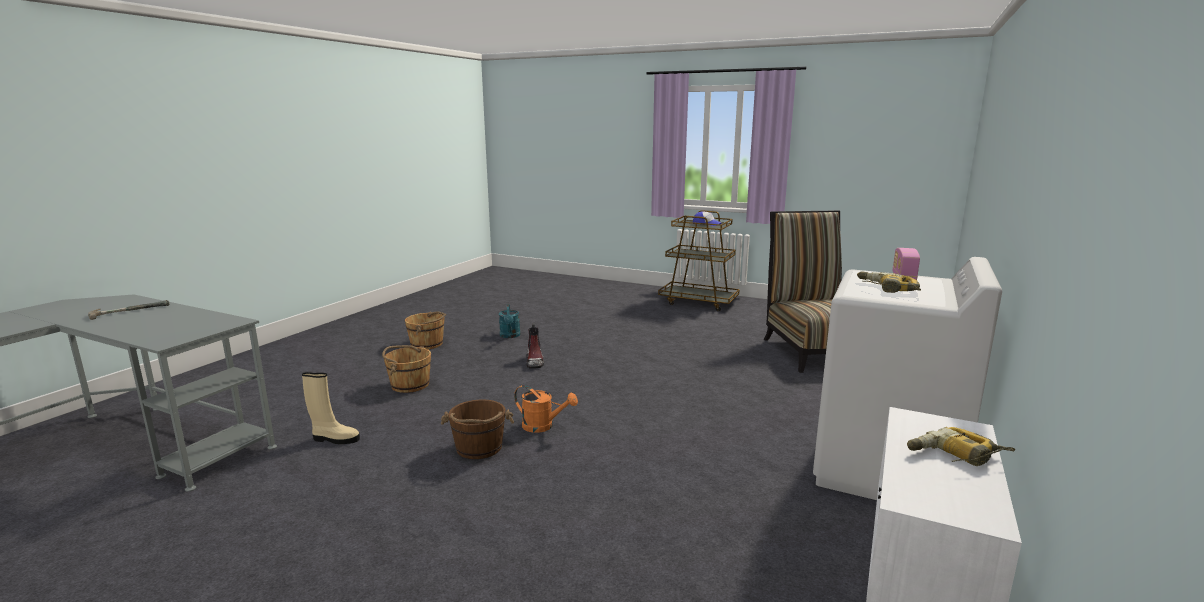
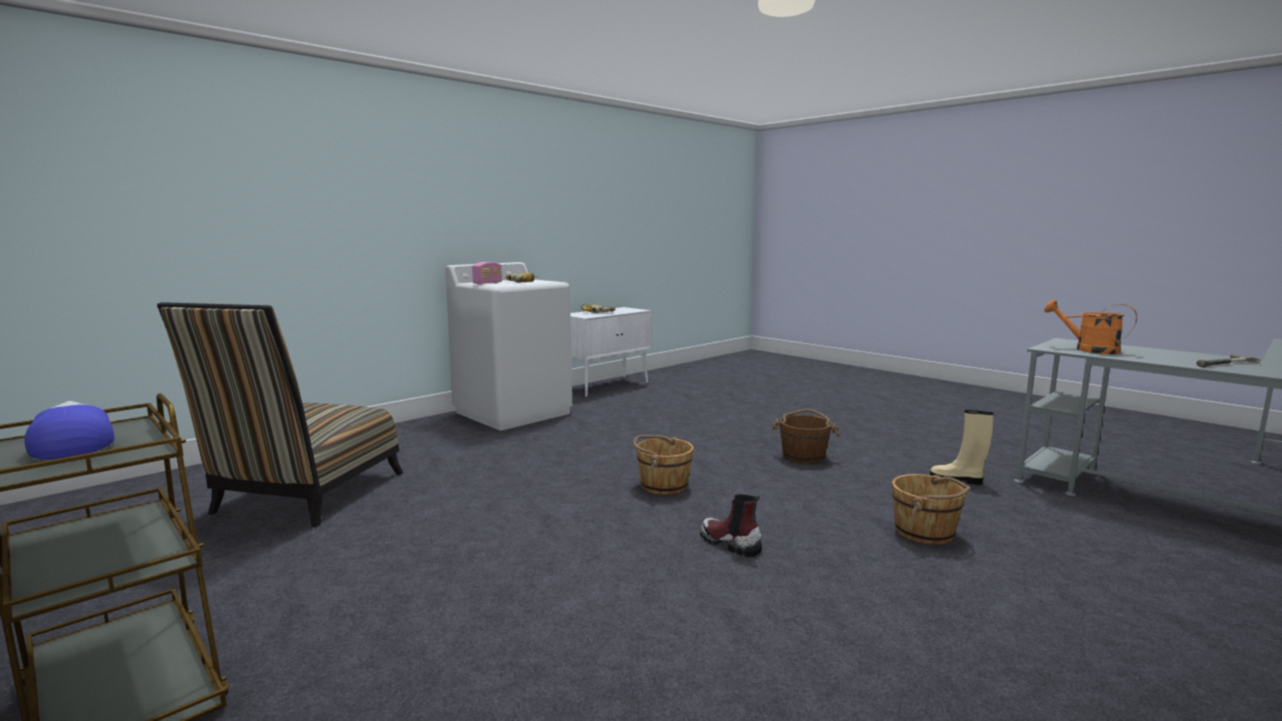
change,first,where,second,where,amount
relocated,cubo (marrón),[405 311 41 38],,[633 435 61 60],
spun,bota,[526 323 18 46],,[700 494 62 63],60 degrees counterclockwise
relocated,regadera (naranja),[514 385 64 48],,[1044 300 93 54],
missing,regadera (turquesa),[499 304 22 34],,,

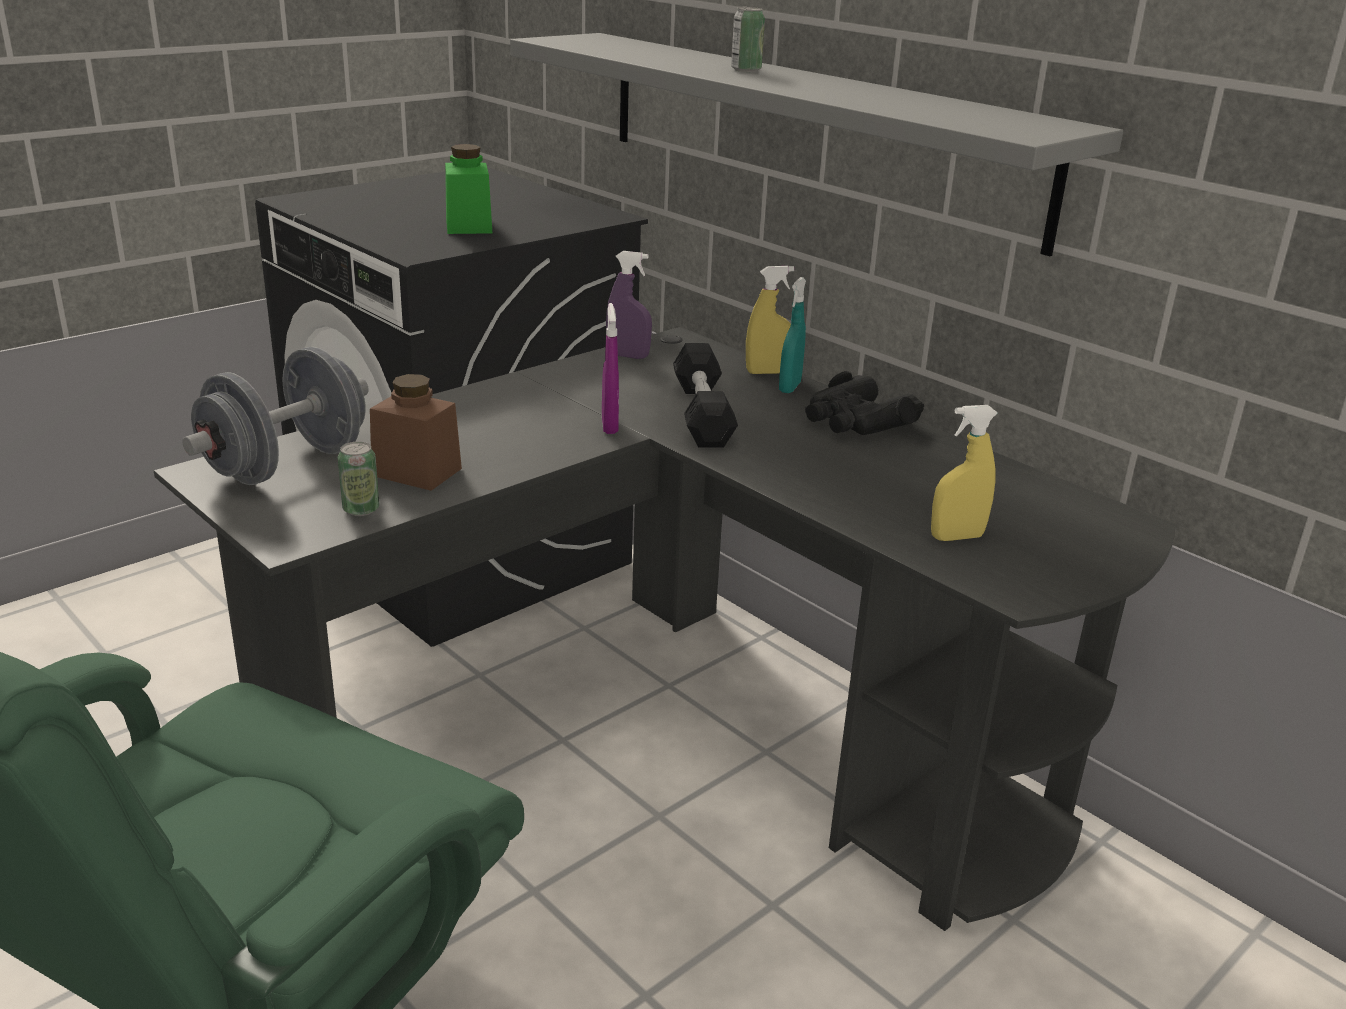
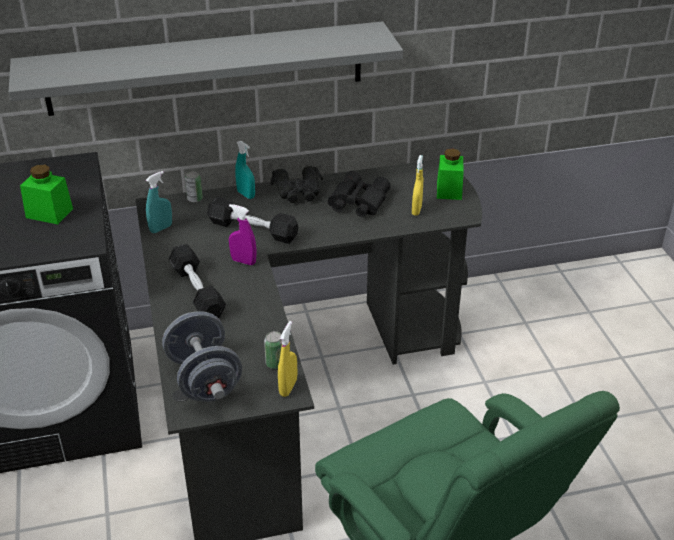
change,first,where,second,where,amount
colour,pulverizador (morado),[606 251 46 108],pulverizador (turquesa),[146 171 26 62],
appeared,,,mancuerna (negro),[168 244 58 74],
relocated,lata,[731 7 34 65],,[185 171 18 32],
relocated,pulverizador (amarillo),[746 266 48 108],,[278 321 19 76],
appeared,,,prismáticos (negro),[328 171 63 46],
appeared,,,tarro (verde),[437 148 27 52],
missing,tarro (marrón),[370 374 92 117],,,

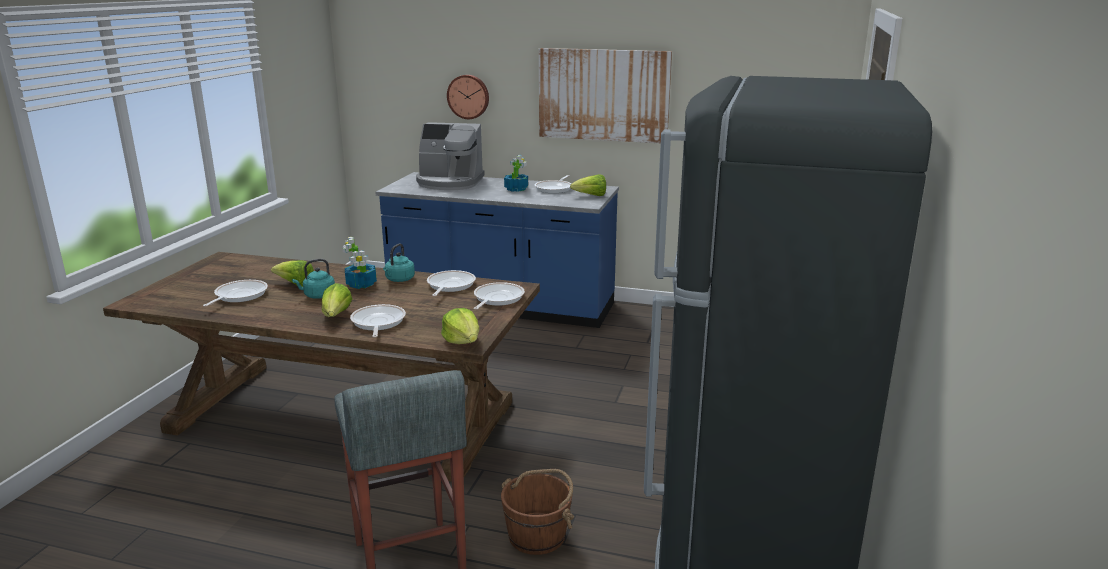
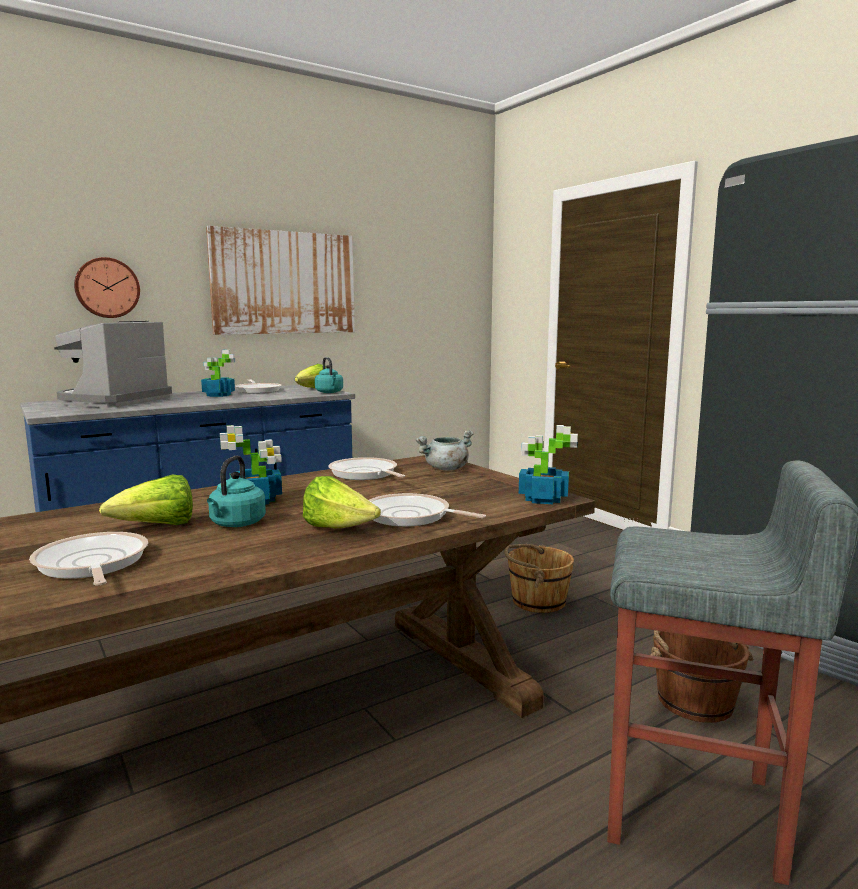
change,first,where,second,where,amount
spun,cafetera,[416 122 69 68],,[54 321 118 87],150 degrees clockwise
relocated,hervidor (turquesa),[383 244 32 38],,[315 357 28 36],
exchanged,sartén,[474 282 51 28],olla (gris),[415 430 59 41],
appeared,,,cubo (marrón),[504 544 70 69],
exchanged,lechuga,[441 308 38 36],planta en maceta,[519 425 59 79],

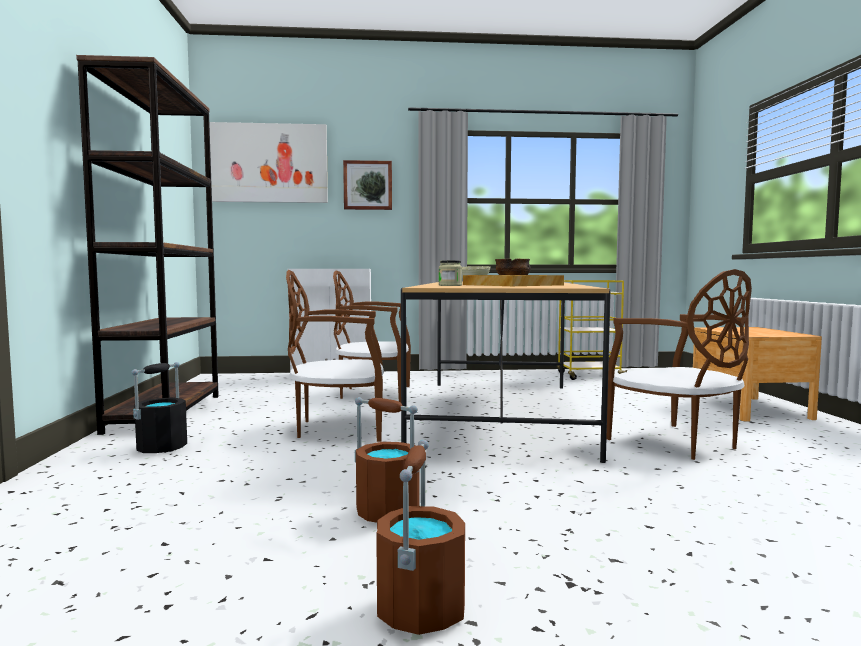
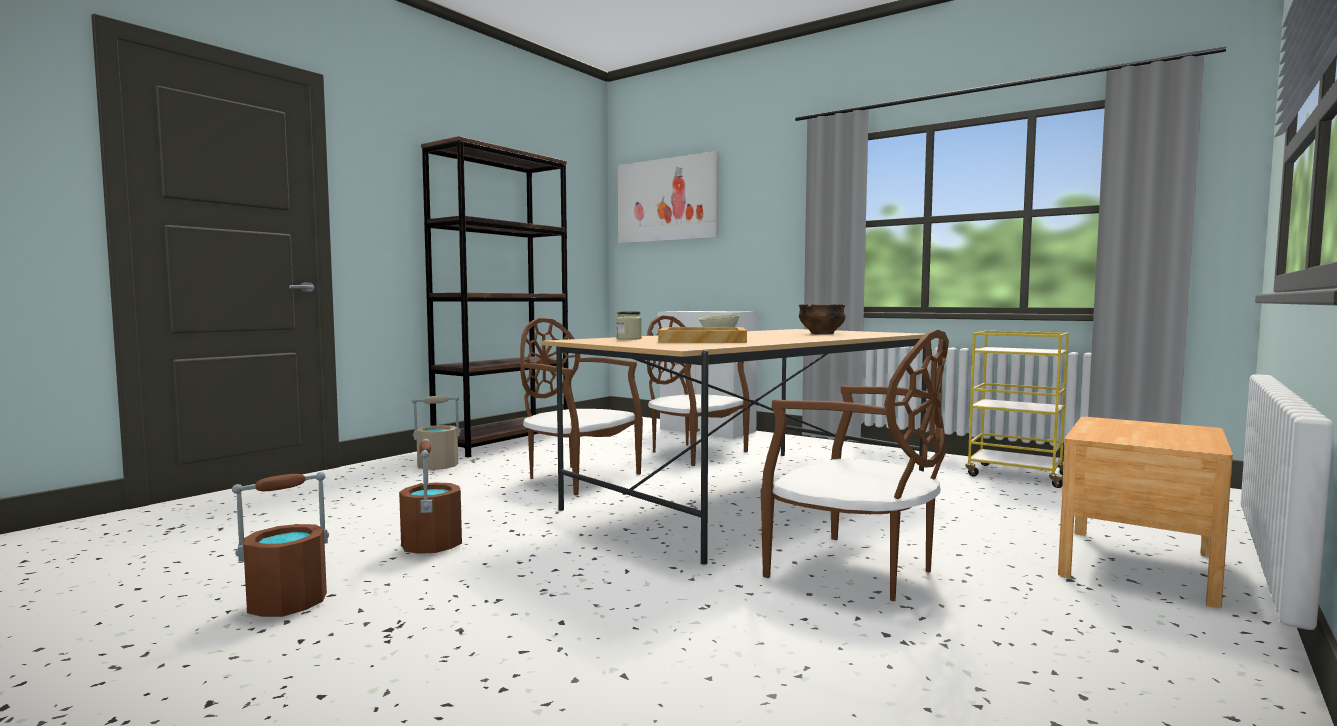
change,first,where,second,where,amount
colour,cubo (negro),[131 362 56 91],cubo (beis),[412 396 49 74],
spun,silla (marrón),[606 269 146 191],,[761 330 188 271],60 degrees counterclockwise
missing,cuadro,[343 160 49 50],,,

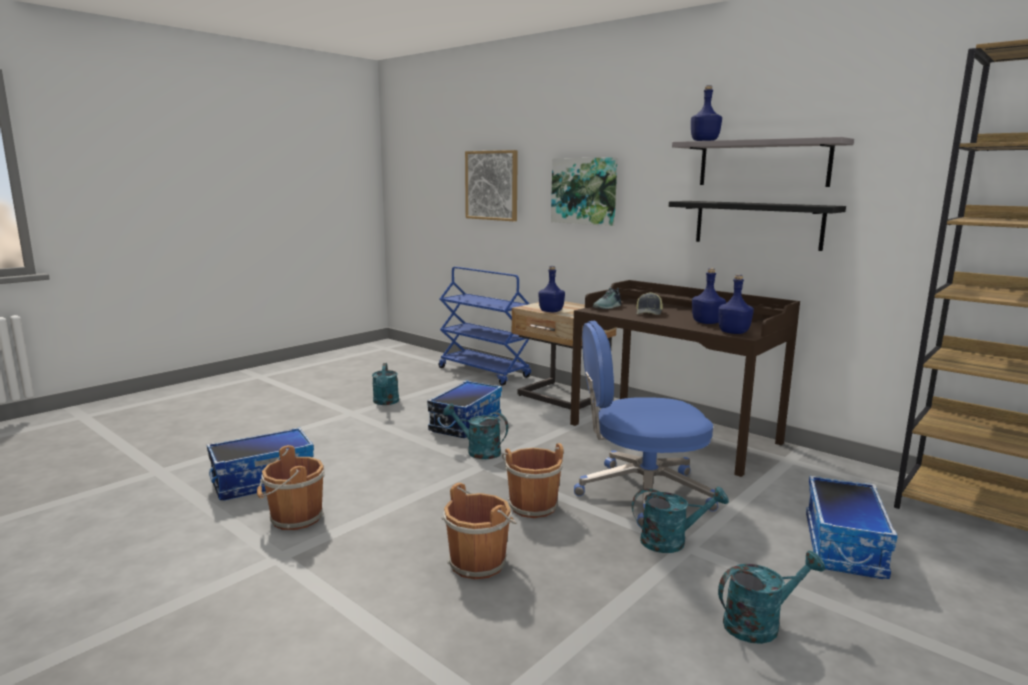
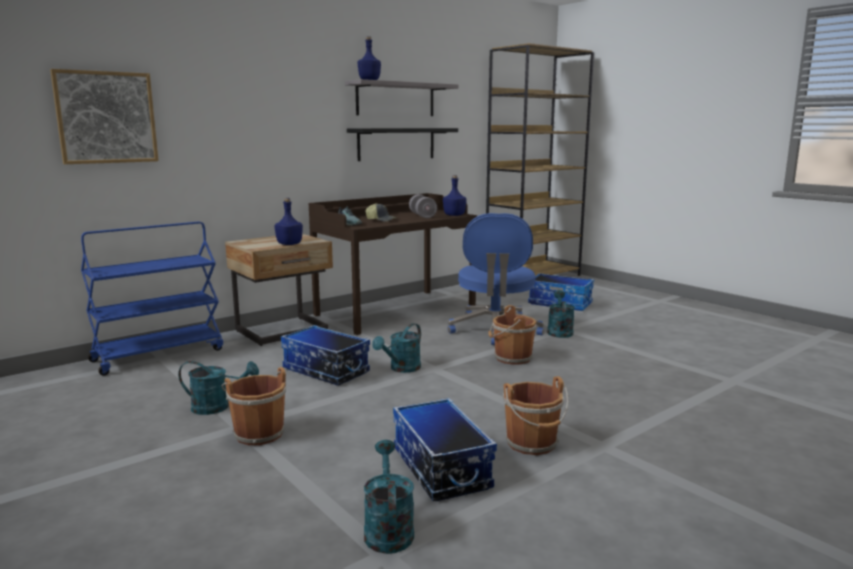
change,first,where,second,where,amount
relocated,cubo (marrón),[441 483 76 97],,[221 367 65 78],
relocated,regadera (turquesa),[718 550 107 94],,[364 440 50 114],
exchanged,botella (azul),[692 268 34 56],mancuerna (gris),[409 194 28 24],
missing,cuadro,[551 157 67 69],,,

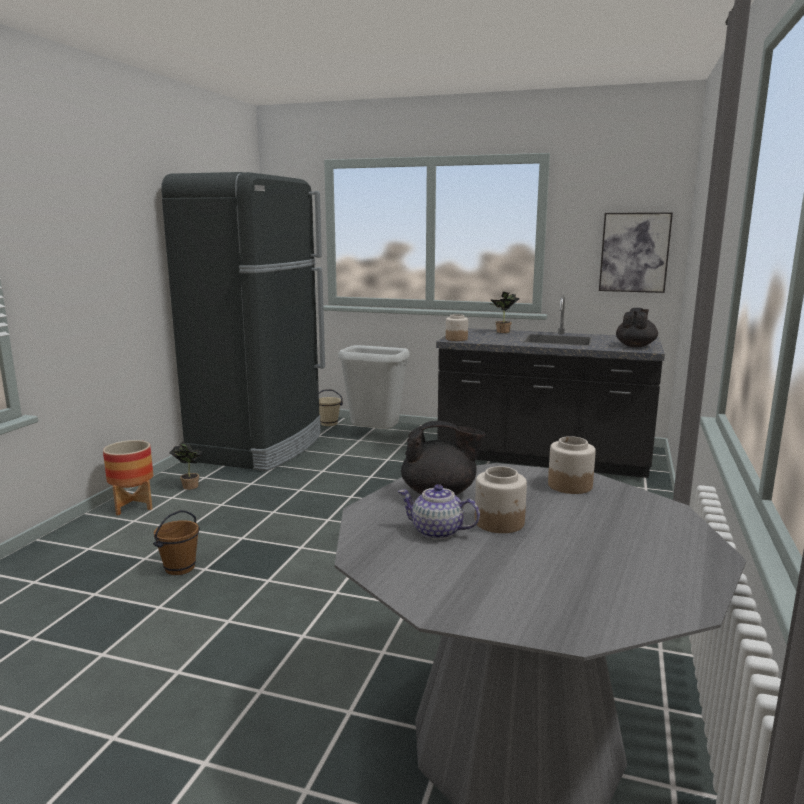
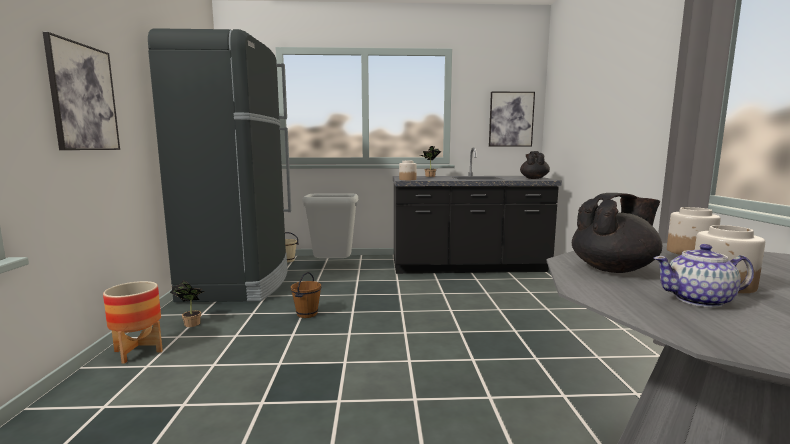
change,first,where,second,where,amount
appeared,,,cuadro,[43 32 77 118],
relocated,cubo (marrón),[153 510 47 65],,[291 272 30 46],

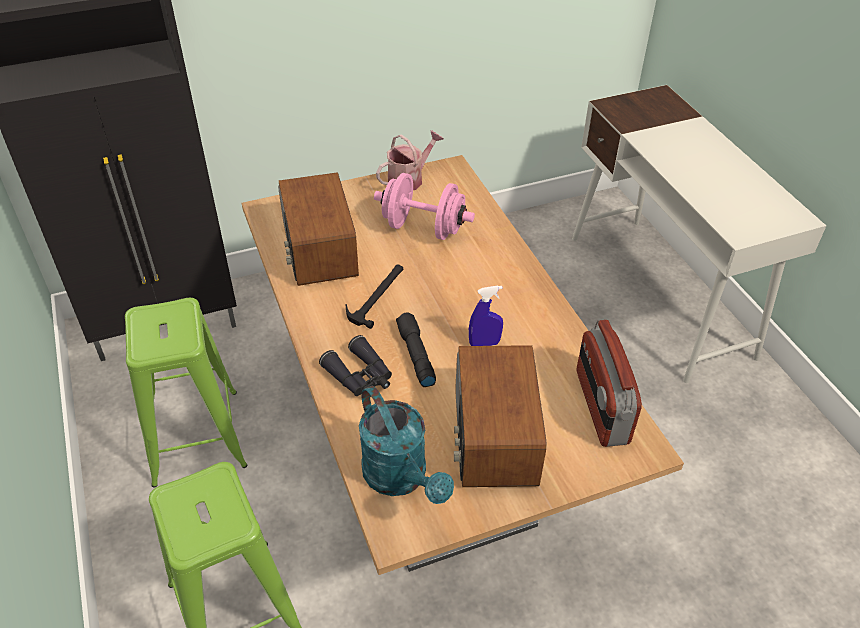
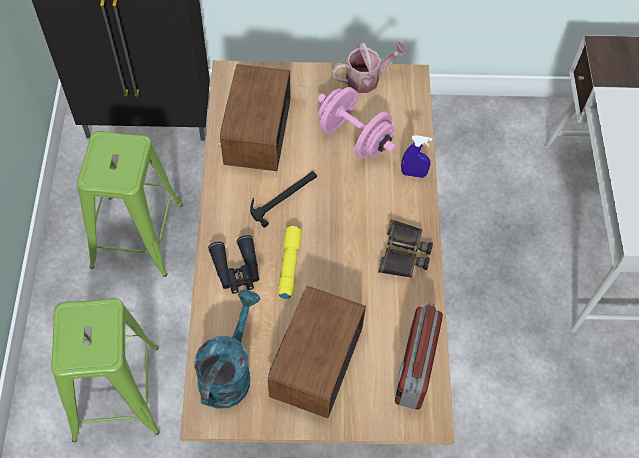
change,first,where,second,where,amount
spun,regadera (turquesa),[359 386 95 118],,[194 290 66 119],150 degrees counterclockwise
colour,linterna (negro),[396 312 40 75],linterna (amarillo),[278 226 24 74],
appeared,,,prismáticos,[378 219 55 59],
relocated,pulverizador (azul),[469 286 34 60],,[401 135 31 43],

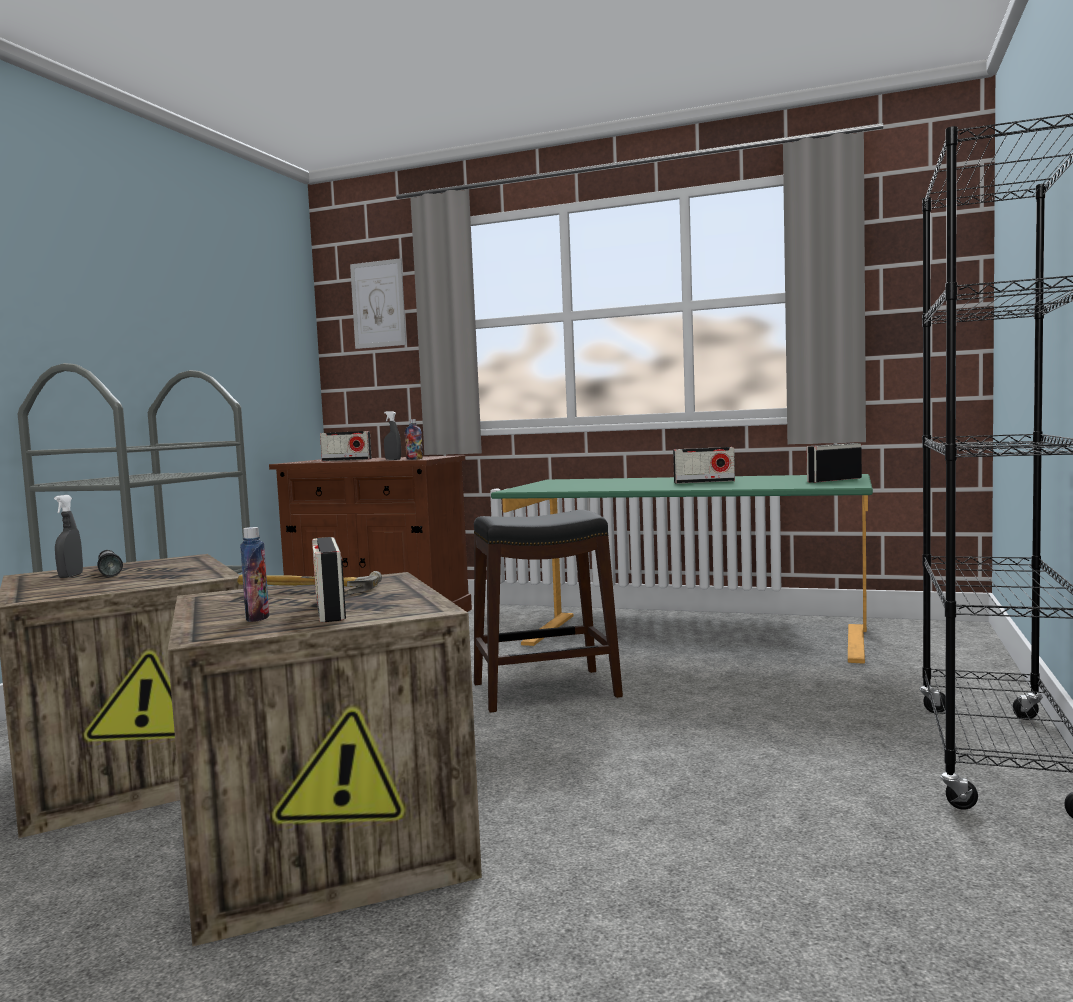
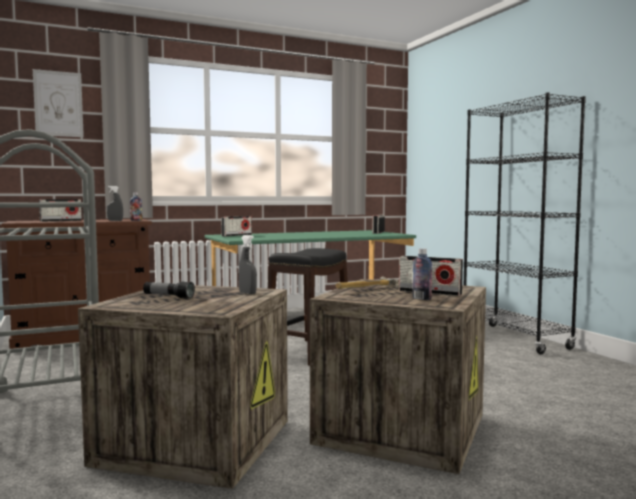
change,first,where,second,where,amount
relocated,radio,[673 447 62 37],,[221 216 31 21],
relocated,pulverizador (gris),[54 495 29 83],,[238 235 19 59],

